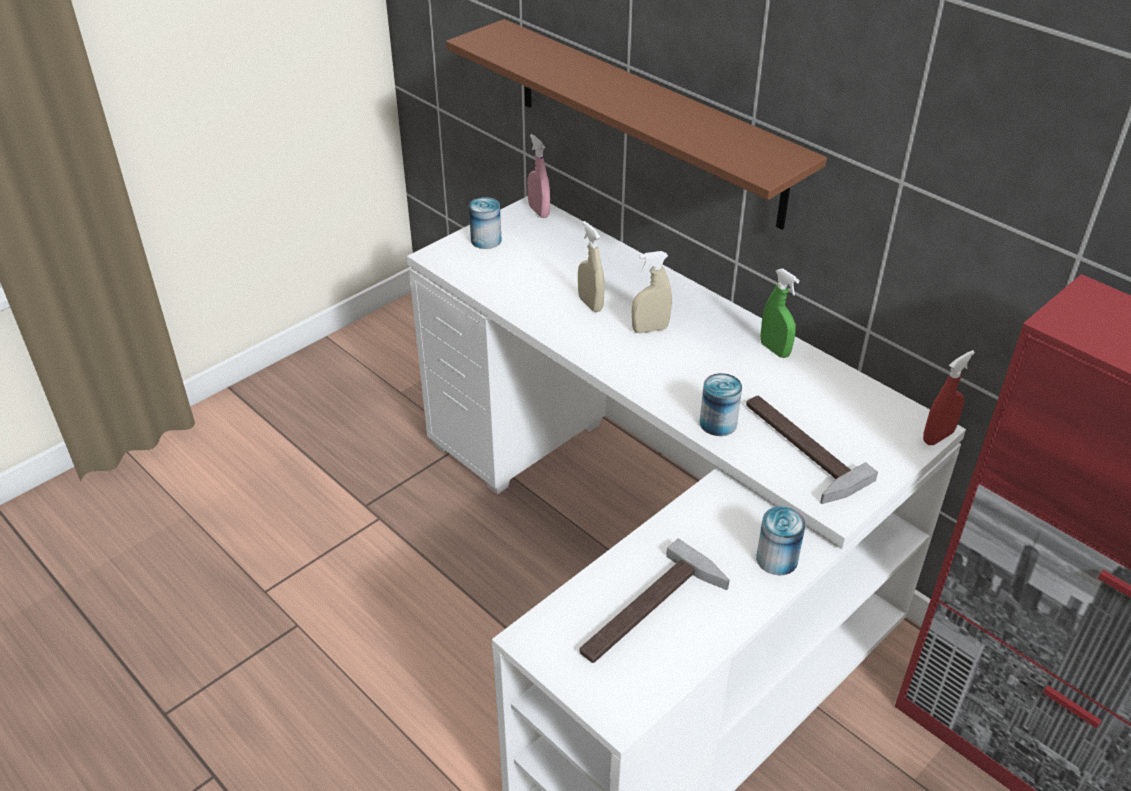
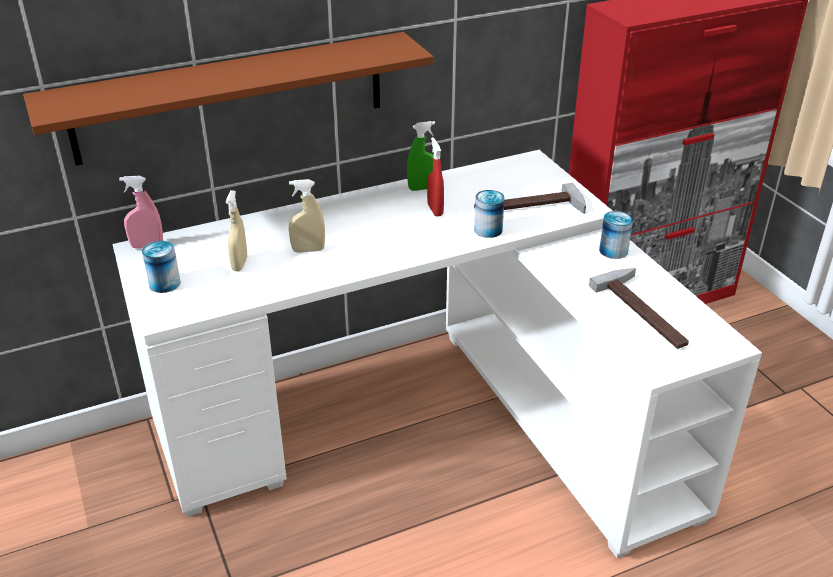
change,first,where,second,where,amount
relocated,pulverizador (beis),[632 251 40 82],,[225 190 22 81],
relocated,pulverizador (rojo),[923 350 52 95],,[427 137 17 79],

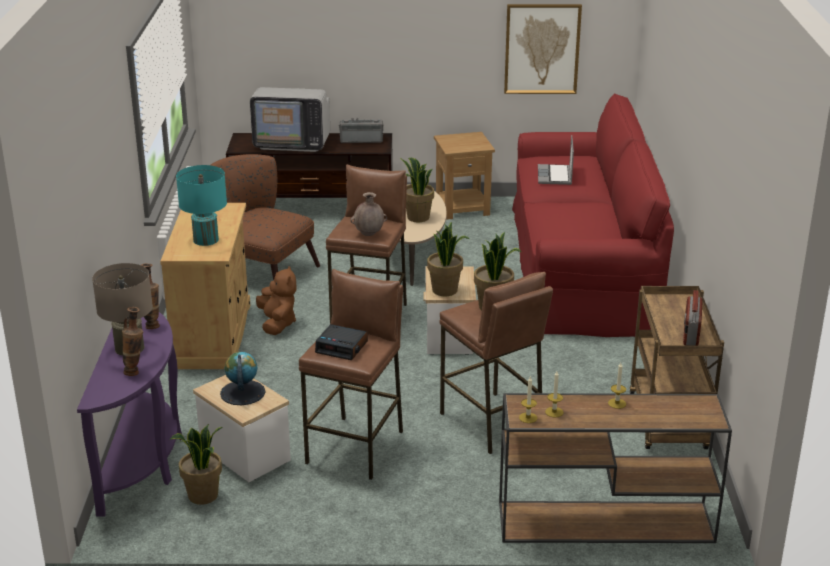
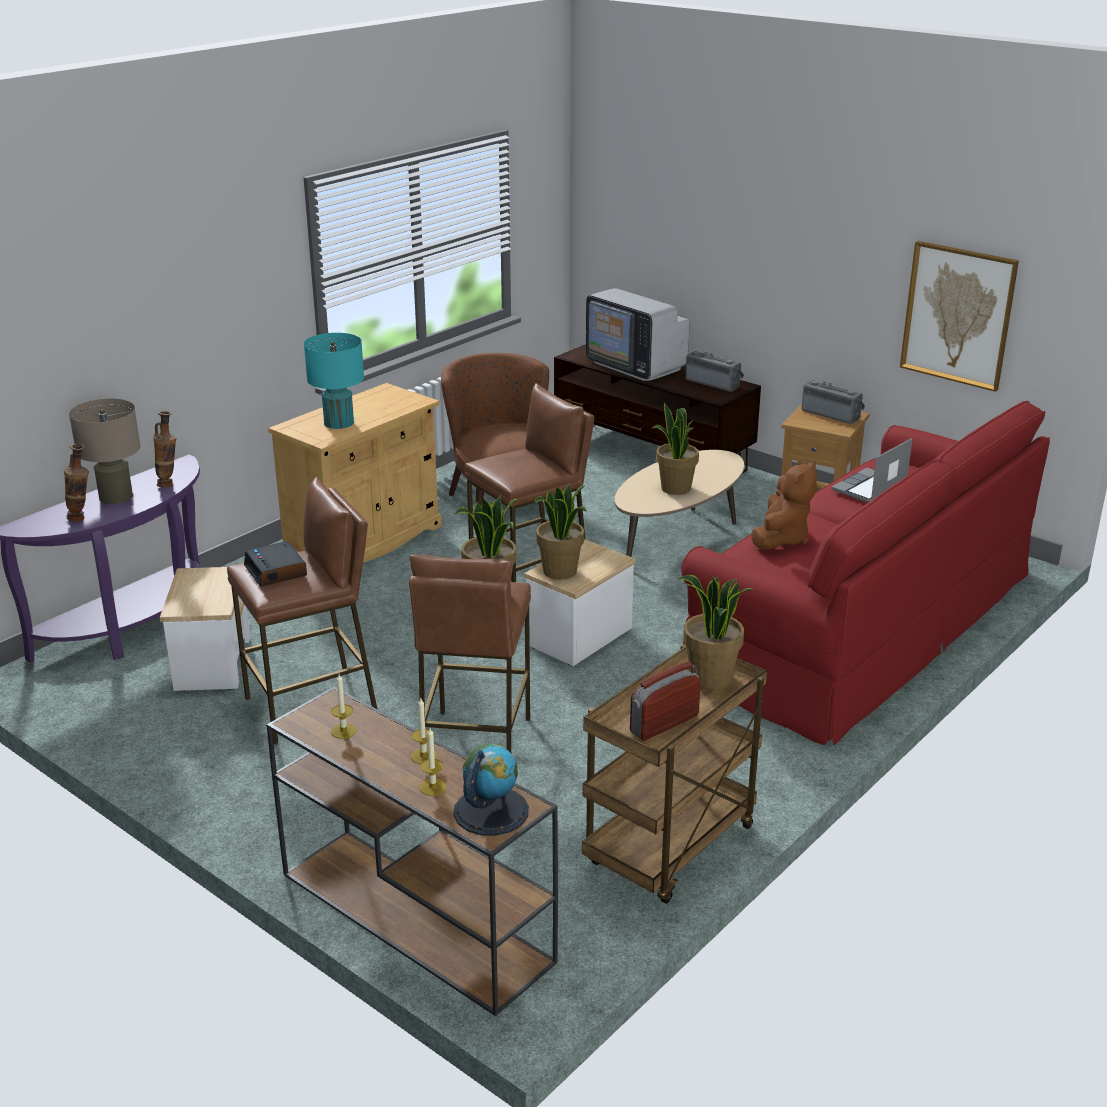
change,first,where,second,where,amount
relocated,vela,[519 377 19 46],,[420 728 27 68],
relocated,globo terráqueo,[220 352 45 53],,[453 744 76 92],
relocated,planta en maceta,[169 424 54 81],,[678 574 75 115],
relocated,peluche (marrón),[256 266 41 69],,[751 461 66 89],
appeared,,,radio,[801 380 64 44],
missing,florero (marrón),[350 192 37 44],,,

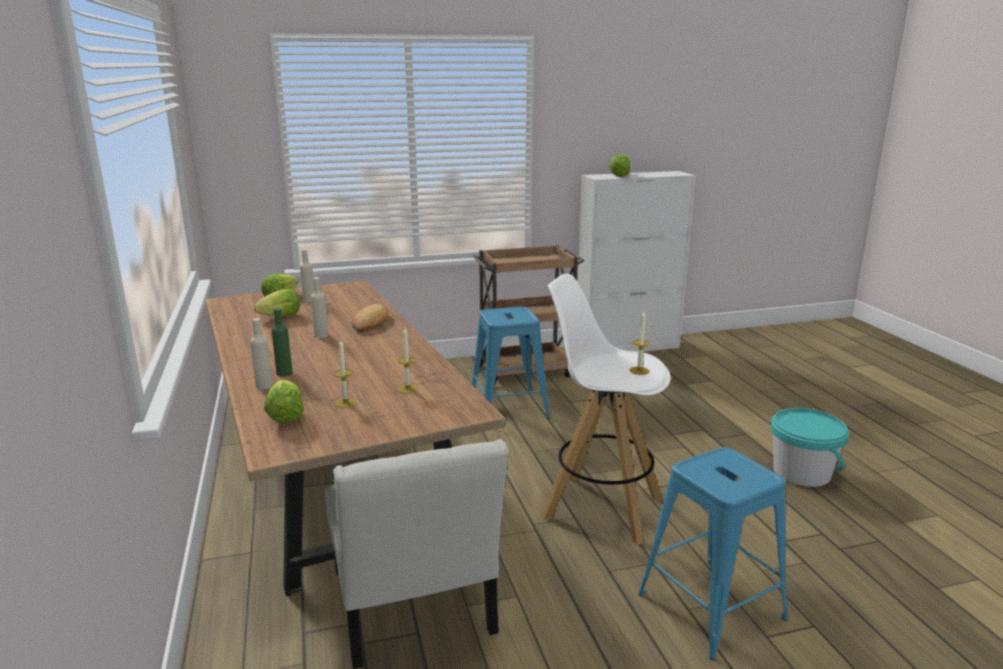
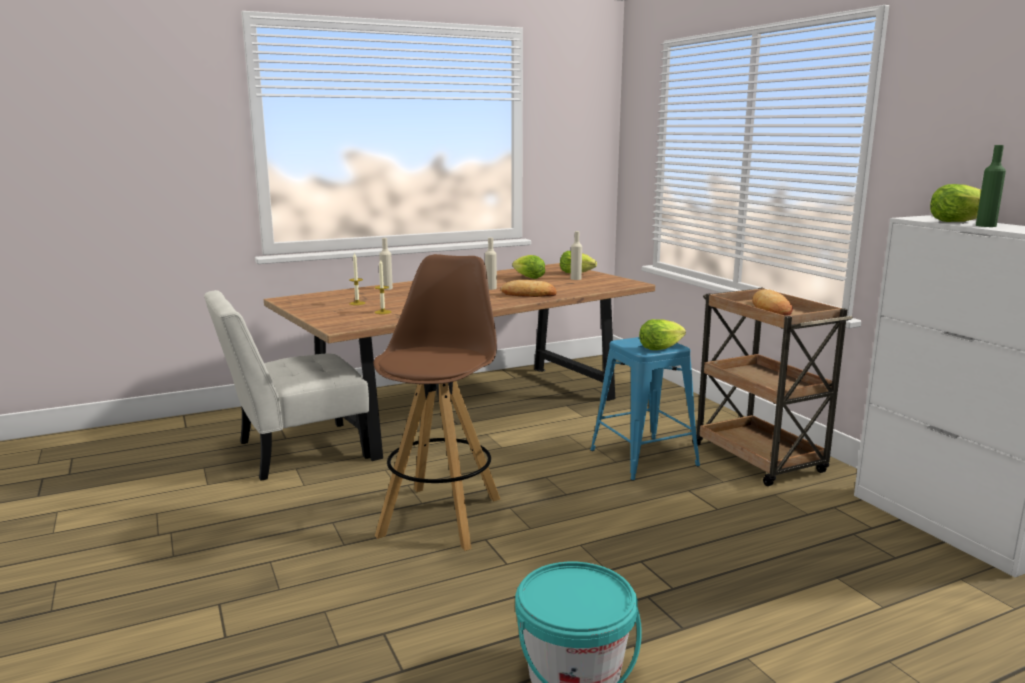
change,first,where,second,where,amount
colour,taburete (blanco),[541 274 130 271],taburete (marrón),[374 254 126 297],
relocated,lechuga,[264 380 40 44],,[639 319 47 31],
appeared,,,pan,[752 289 41 27],
relocated,botella (verde),[271 308 22 69],,[976 145 30 82],
missing,vela,[630 311 20 64],,,
missing,taburete (azul),[638 447 150 213],,,

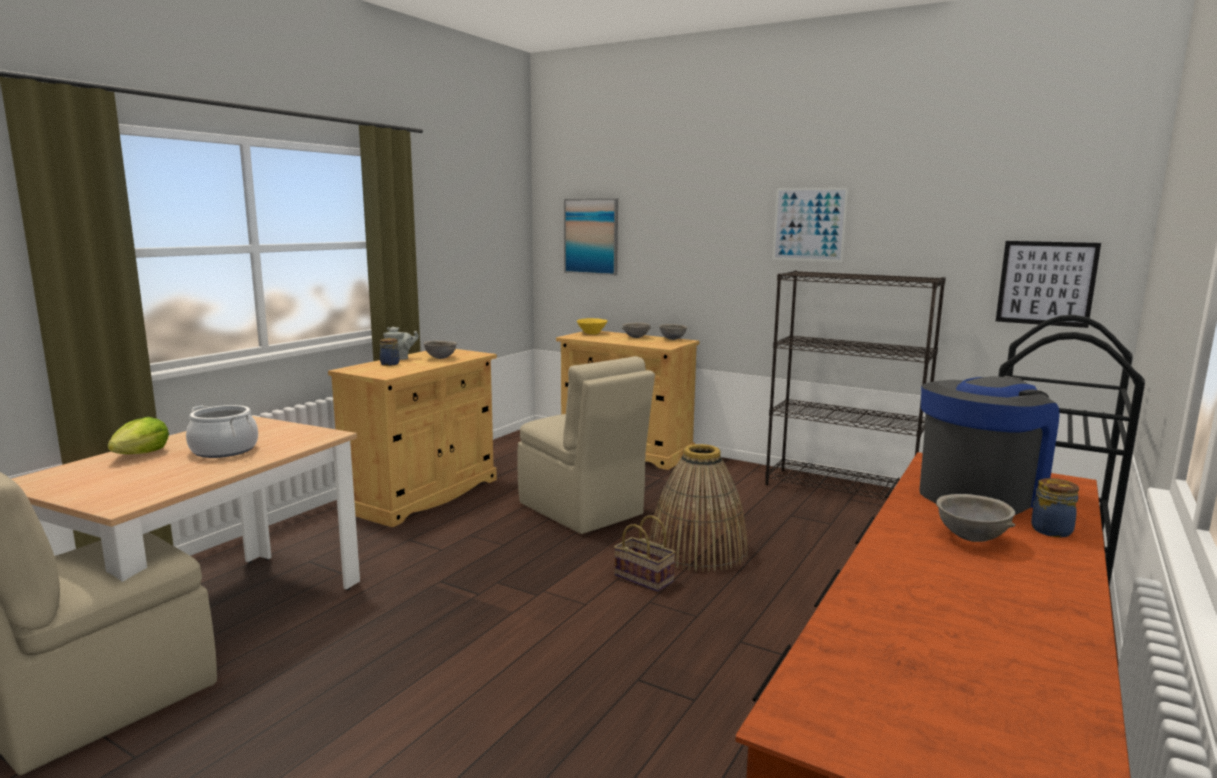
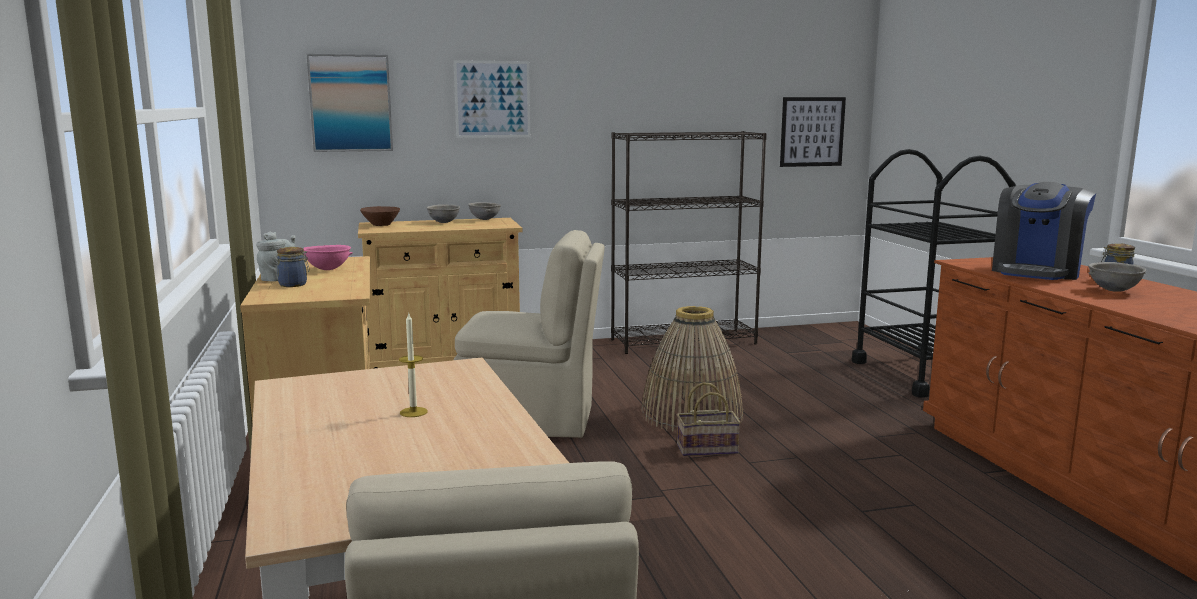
change,first,where,second,where,amount
colour,cuenco (gris),[424 341 33 18],cuenco (rosa),[303 245 50 25],
colour,cuenco (amarillo),[577 318 30 17],cuenco (marrón),[360 206 40 20],
exchanged,olla,[186 405 72 53],vela,[399 312 29 105],
relocated,cuadro,[773 187 76 75],,[454 60 76 78],
spun,cafetera,[919 376 141 139],,[992 182 104 98],150 degrees counterclockwise
missing,lechuga,[107 417 62 37],,,

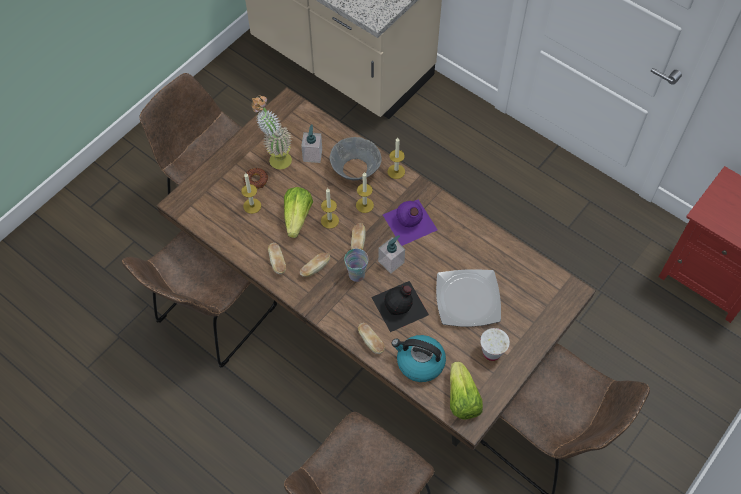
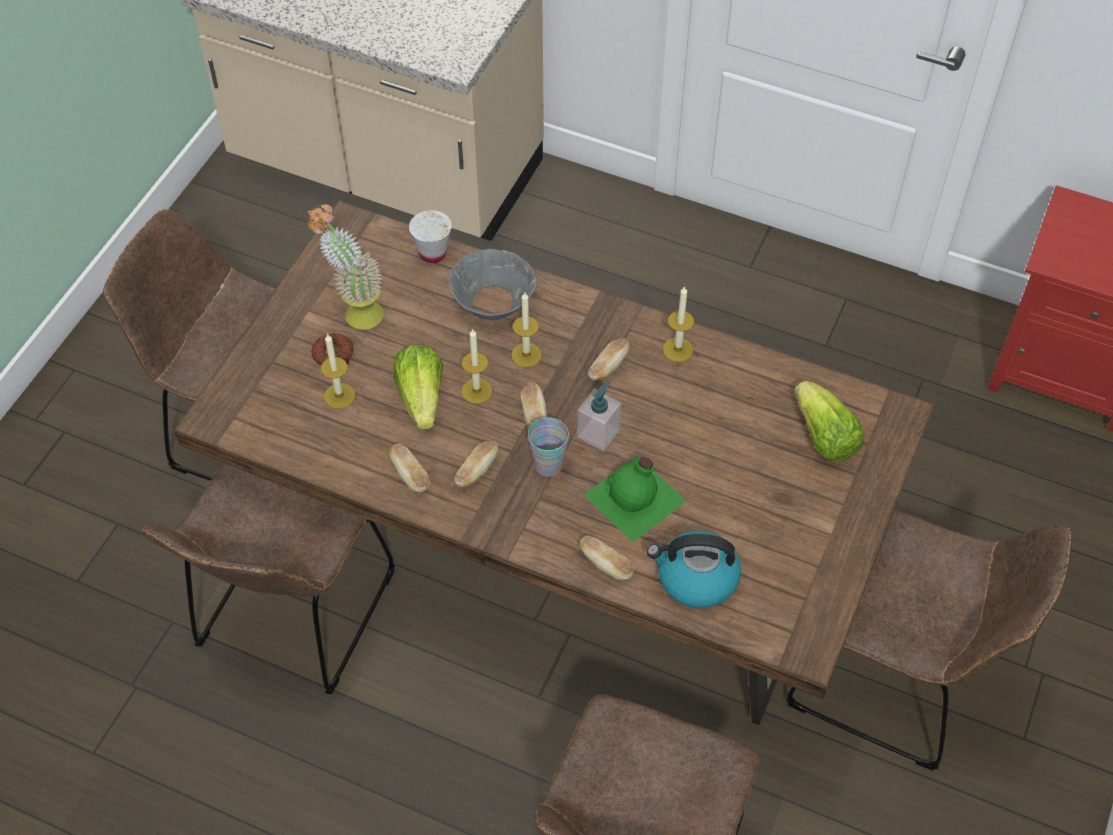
change,first,where,second,where,amount
relocated,taza (blanco),[480 328 30 33],,[409 210 43 53],
colour,botella (negro),[371 281 58 51],botella (verde),[584 456 102 86],
exchanged,botella (morado),[383 200 55 46],pan,[588 338 42 42],
relocated,vela,[388 137 17 42],,[663 286 31 76],
relocated,lechuga,[450 362 33 57],,[795 381 69 81],
missing,dispensador de jabón,[301 125 21 38],,,
missing,plato,[436 269 65 58],,,

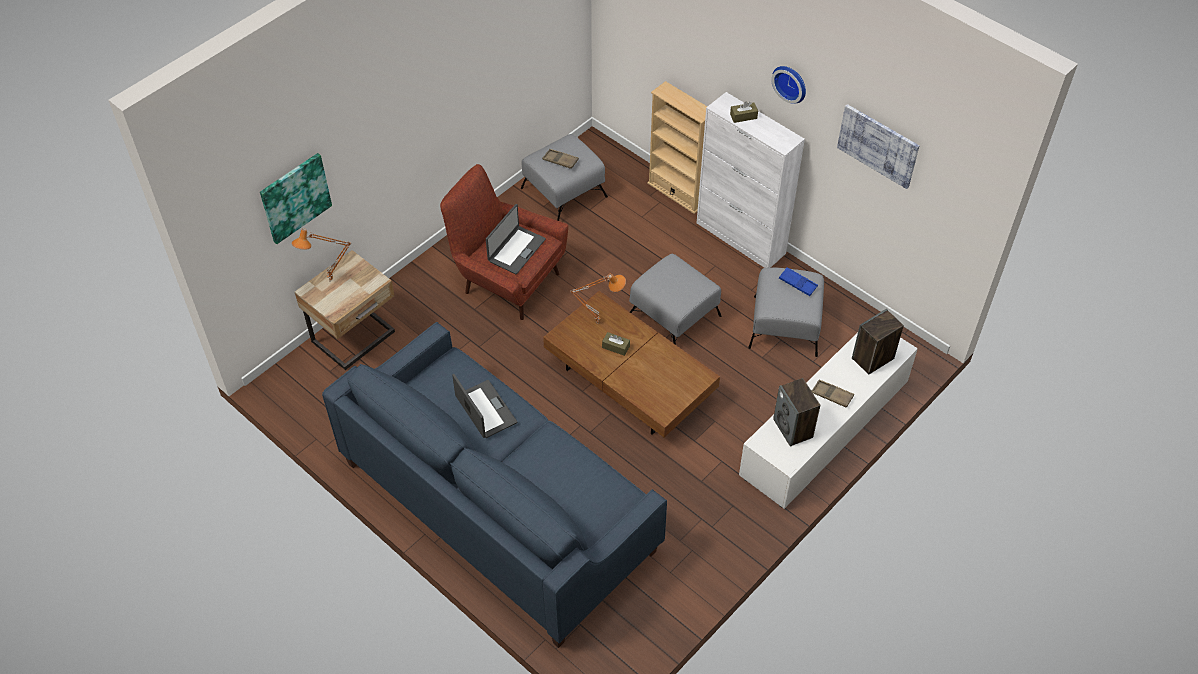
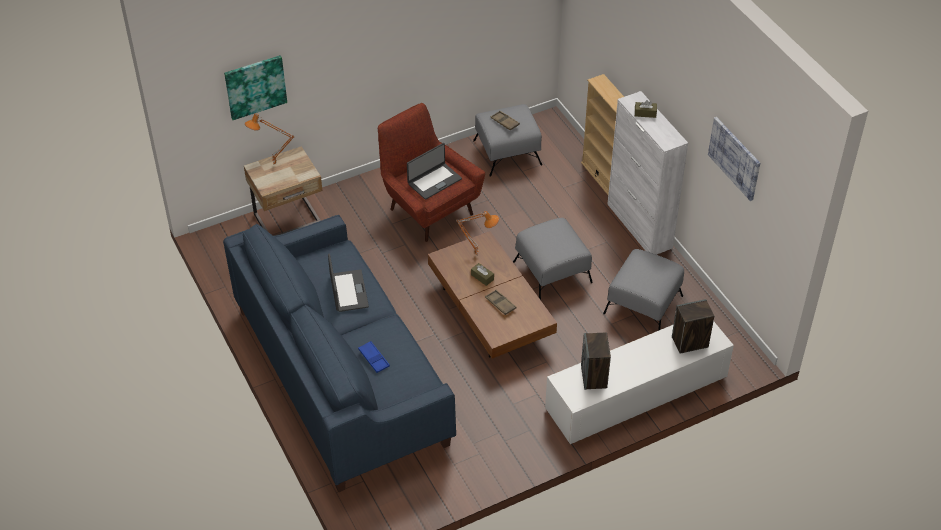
change,first,where,second,where,amount
relocated,bandeja (azul),[779 267 39 29],,[358 341 32 32],
relocated,bandeja (marrón),[812 380 42 28],,[485 290 31 25],
missing,reloj de pared,[771 66 35 37],,,

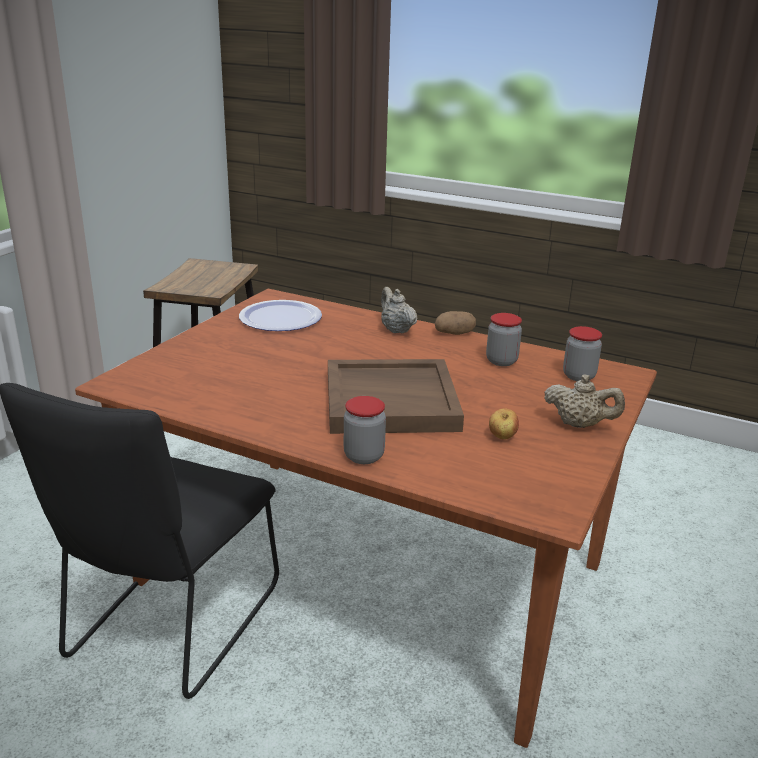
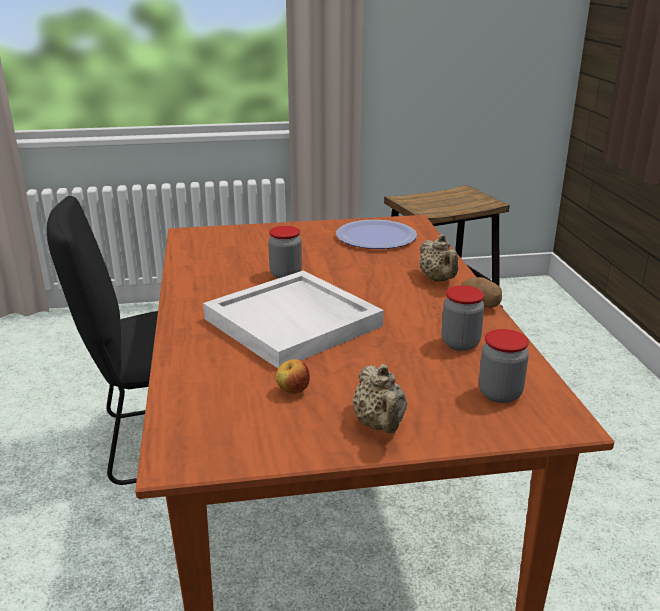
change,first,where,second,where,amount
colour,bandeja (marrón),[328 359 136 75],bandeja (blanco),[203 270 181 98],
relocated,tarro,[344 396 42 68],,[268 226 34 52],
spun,tetera (beis),[381 287 36 47],,[419 234 39 47],135 degrees clockwise

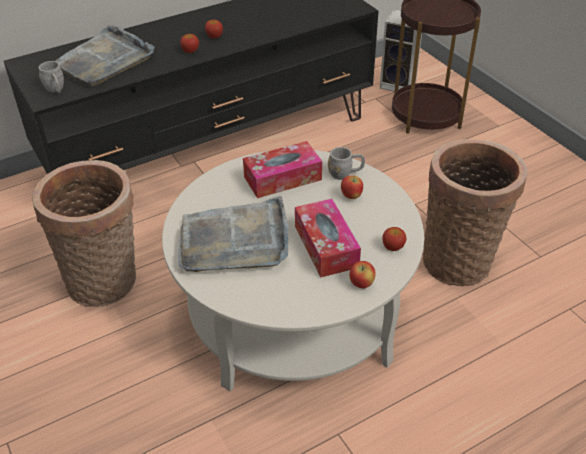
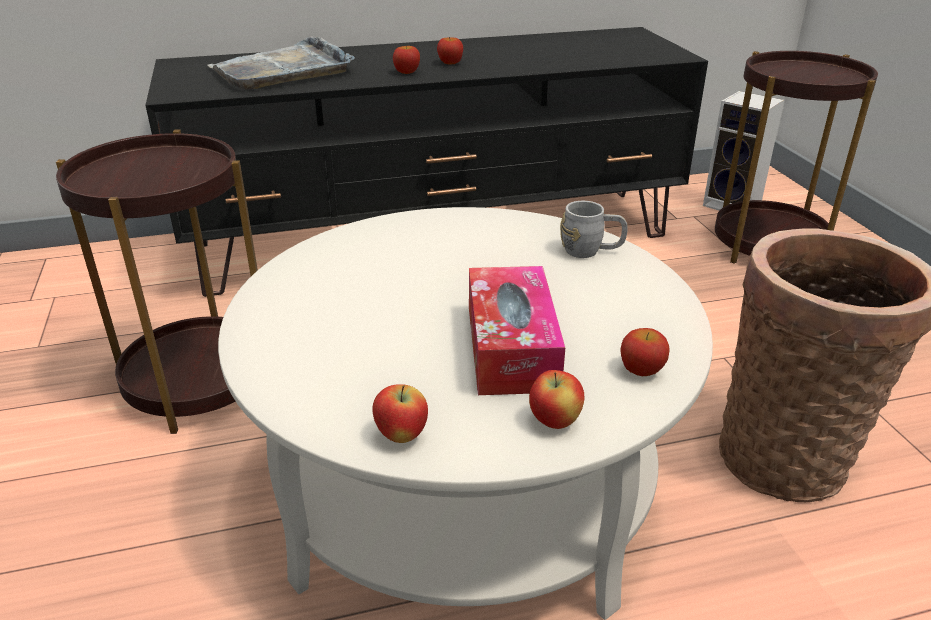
change,first,where,second,where,amount
exchanged,cesta,[32 160 104 147],mesa auxiliar (marrón),[56 130 202 304],
relocated,manzana,[341 175 22 24],,[372 384 56 59],
missing,taza grande (gris),[39 61 25 32],,,
missing,bandeja (gris),[178 196 110 76],,,
missing,caja de pañuelos,[243 141 79 57],,,

